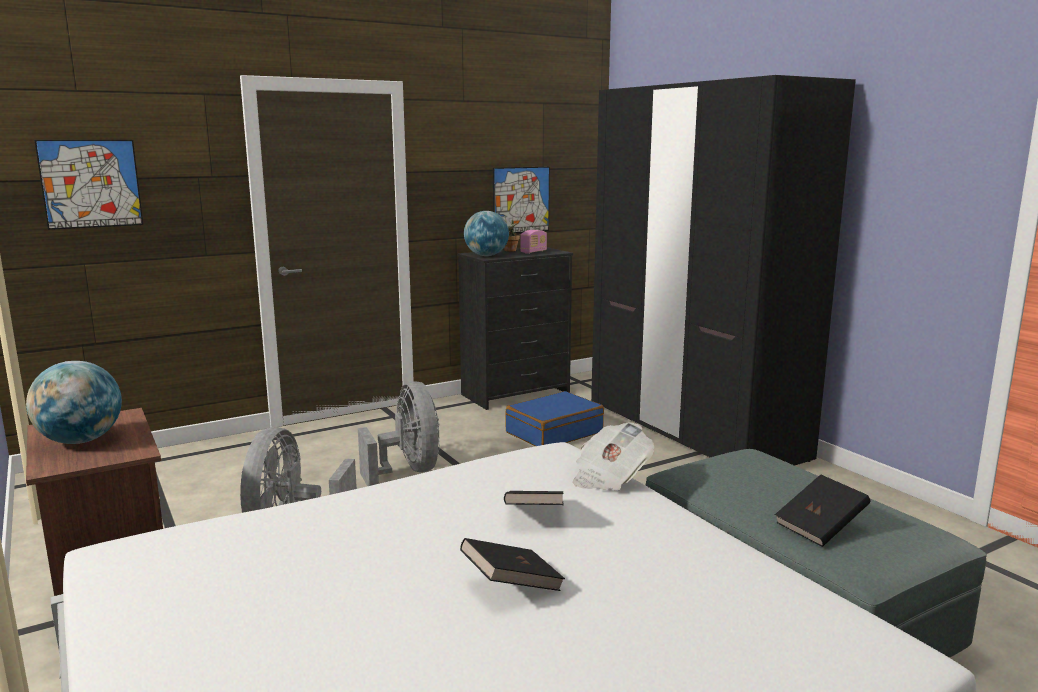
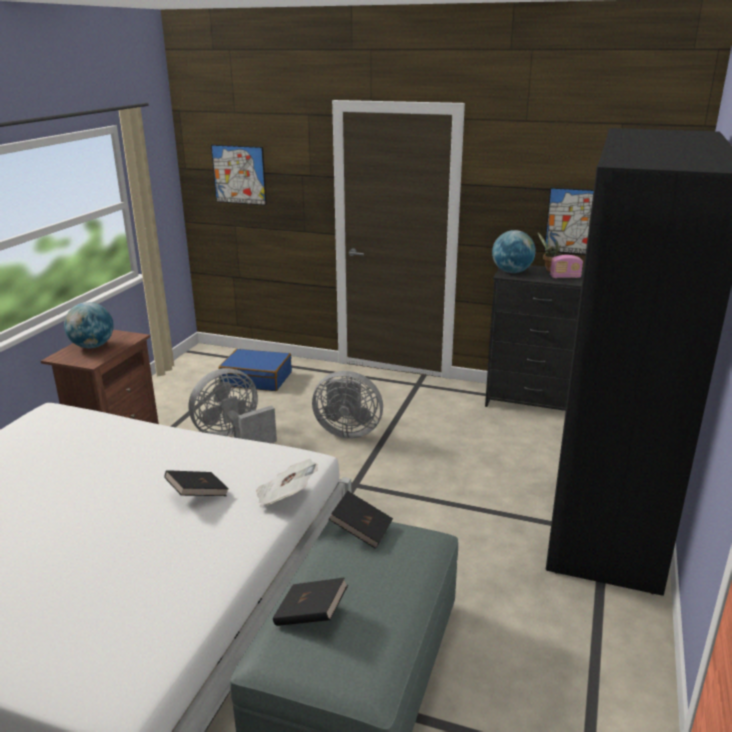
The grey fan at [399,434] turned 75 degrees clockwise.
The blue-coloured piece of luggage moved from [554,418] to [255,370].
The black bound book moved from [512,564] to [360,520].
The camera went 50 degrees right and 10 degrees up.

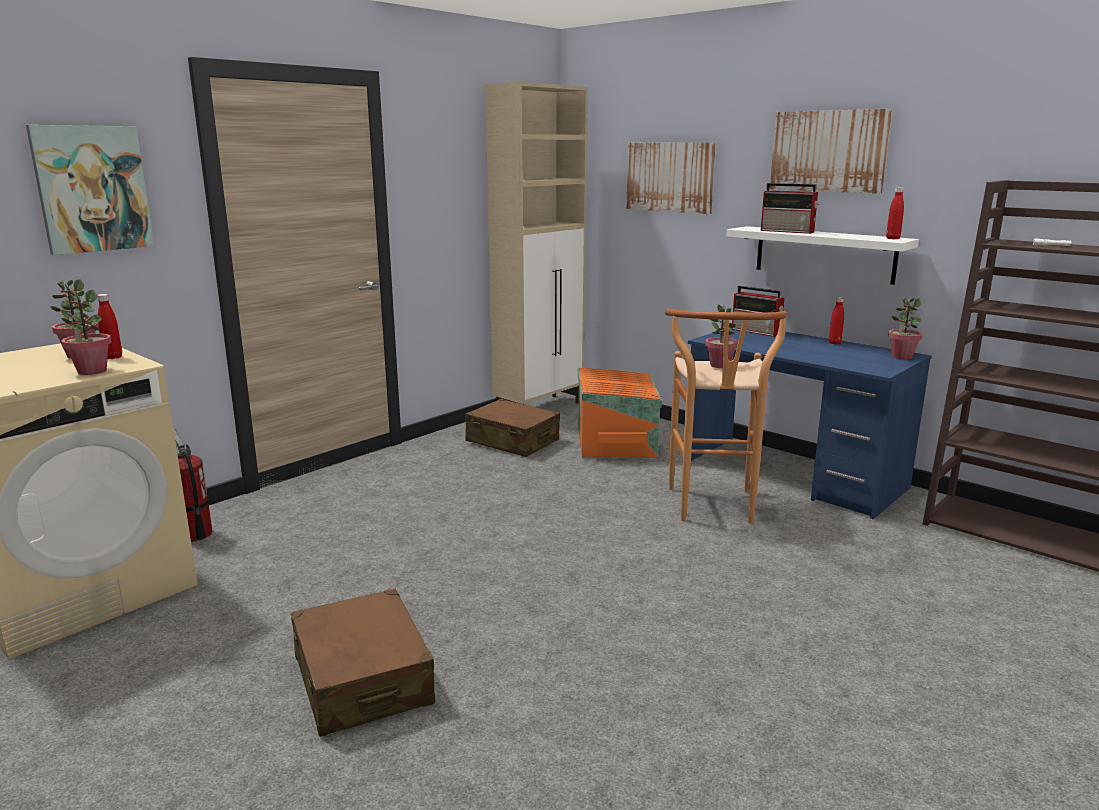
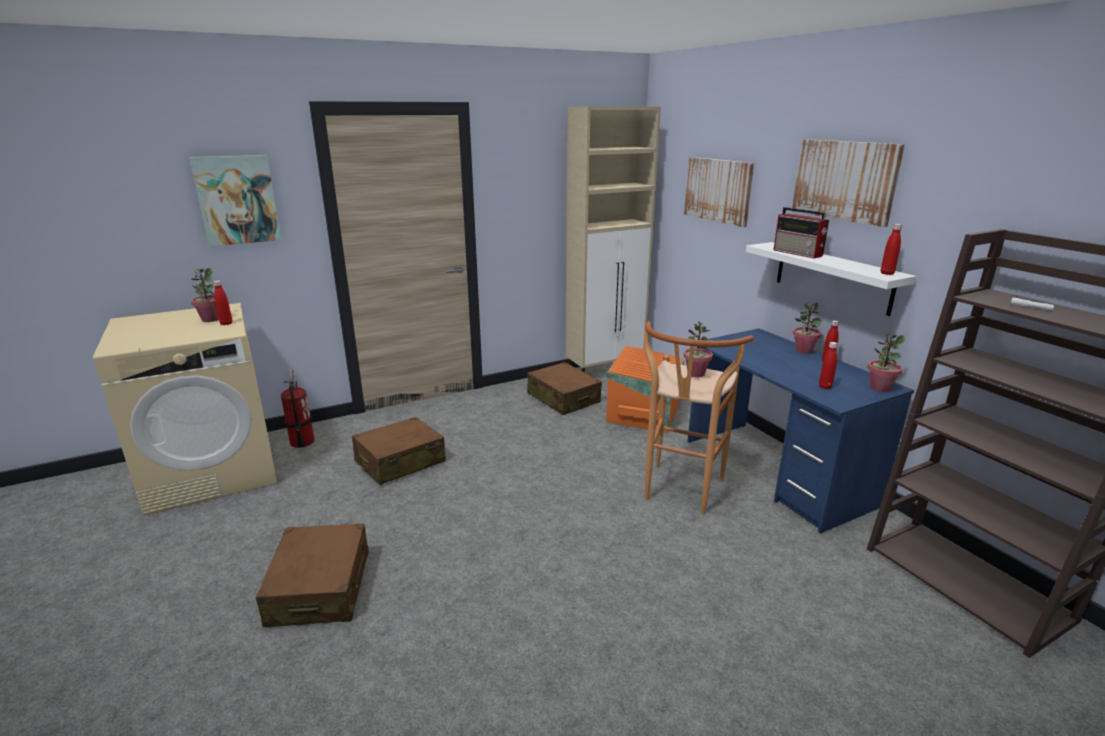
The radio at [758,311] disappeared.
The houseplant moved from [86,332] to [807,328].
The red beverage bottle at [828,365] appeared.
The brown piece of luggage at [399,451] appeared.
The camera went 20 degrees right and 5 degrees up.

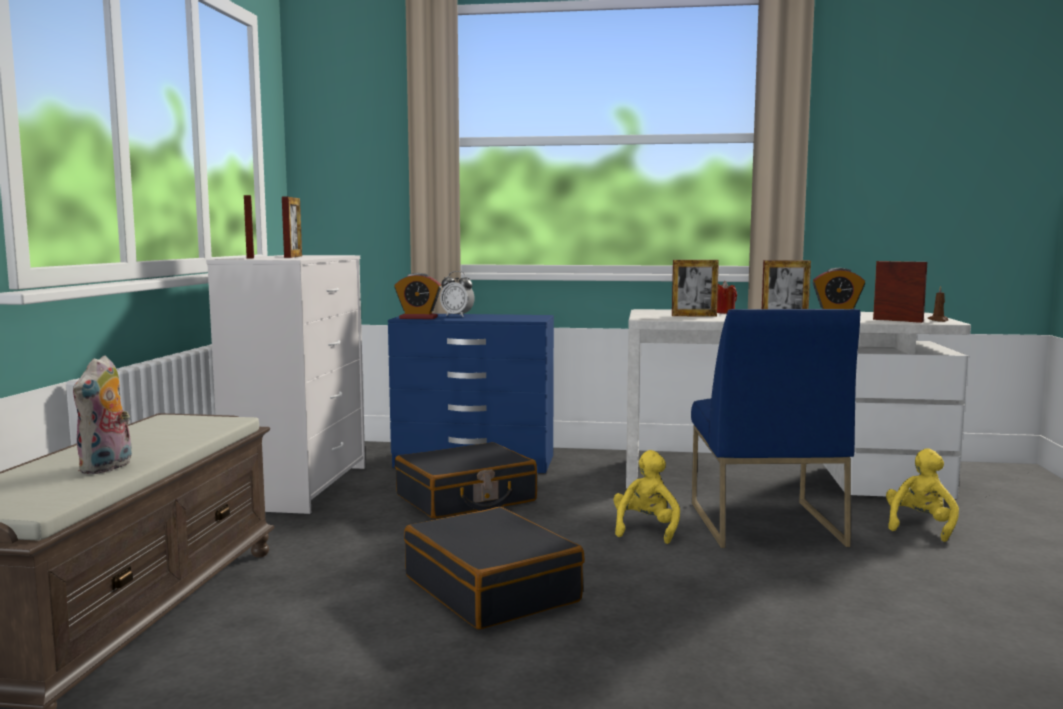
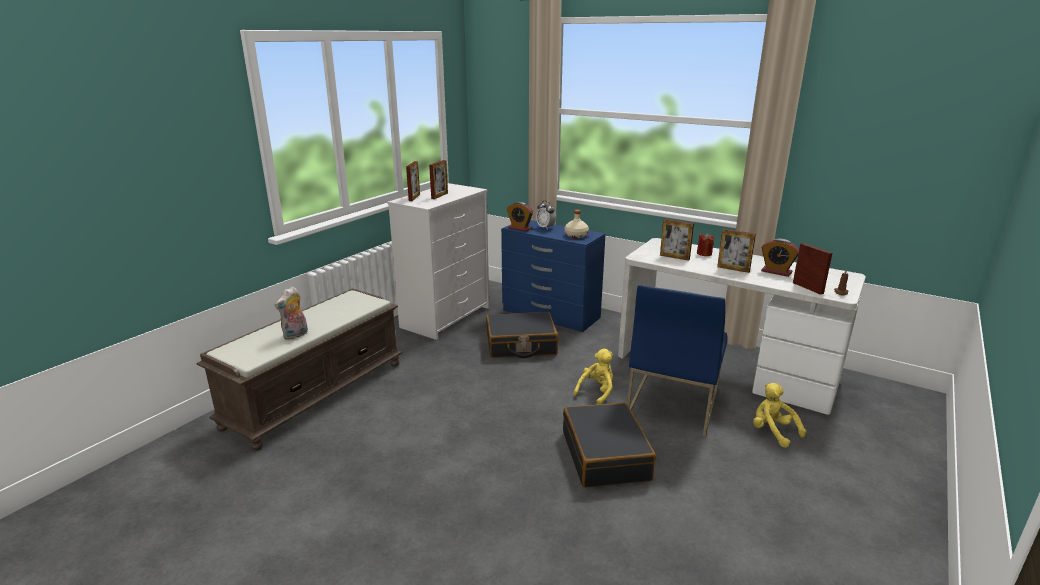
The yellow-coloured plush toy at [922,495] turned 90 degrees counterclockwise.
The black piece of luggage moved from [494,568] to [609,444].
The beige-coloured beverage bottle at [576,224] appeared.
The camera went 25 degrees right and 15 degrees up.

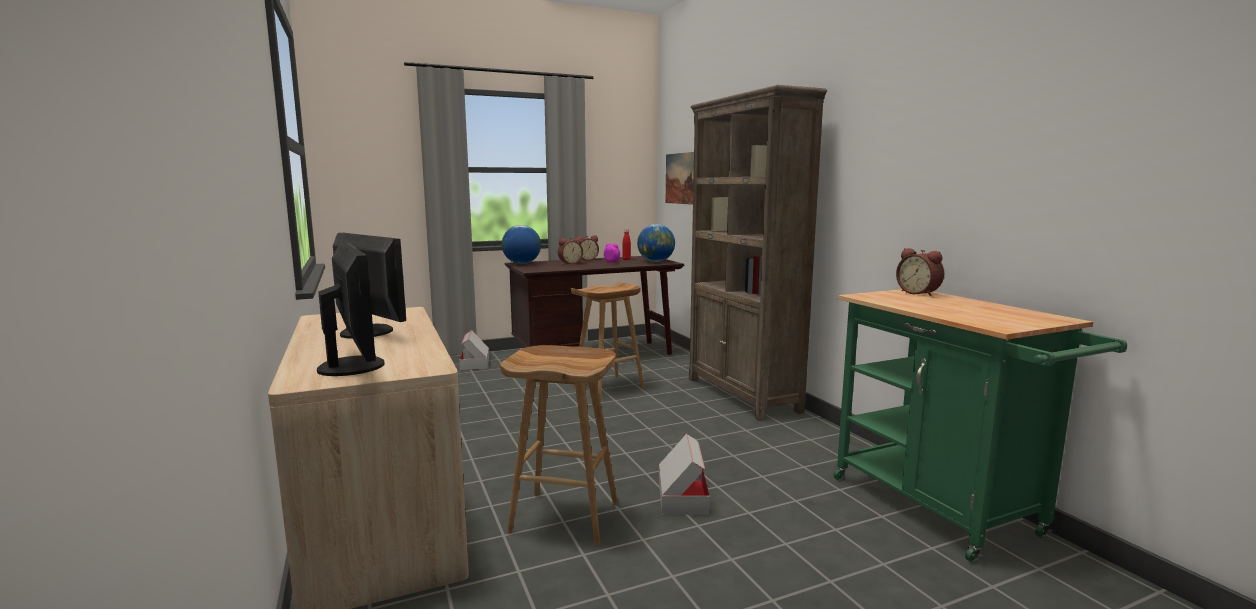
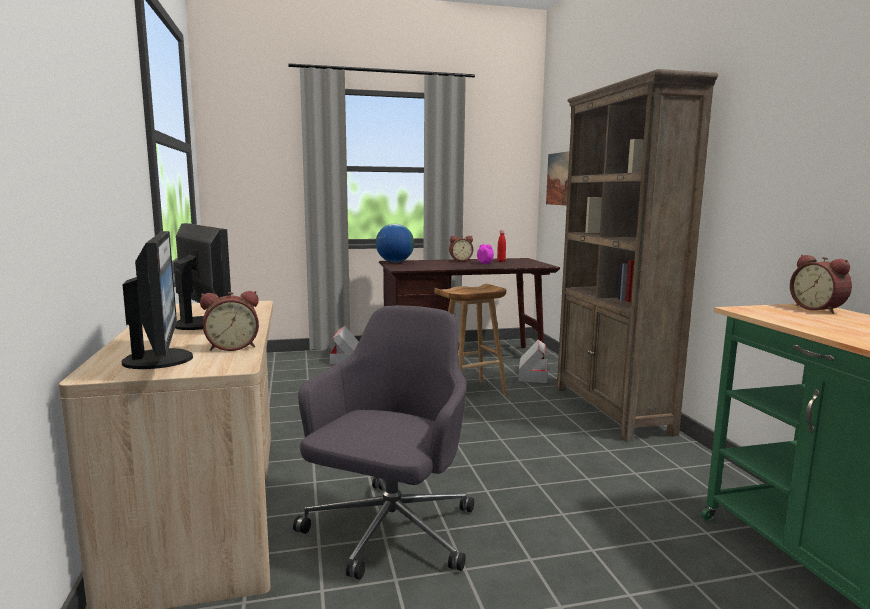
The desk globe at [656,243] disappeared.
The bedside clock moved from [570,251] to [229,321].
The brown stool seat at [559,445] was replaced by the grey computer chair at [383,442].
The carton moved from [684,474] to [533,361].
The camera went 10 degrees right and 0 degrees up.

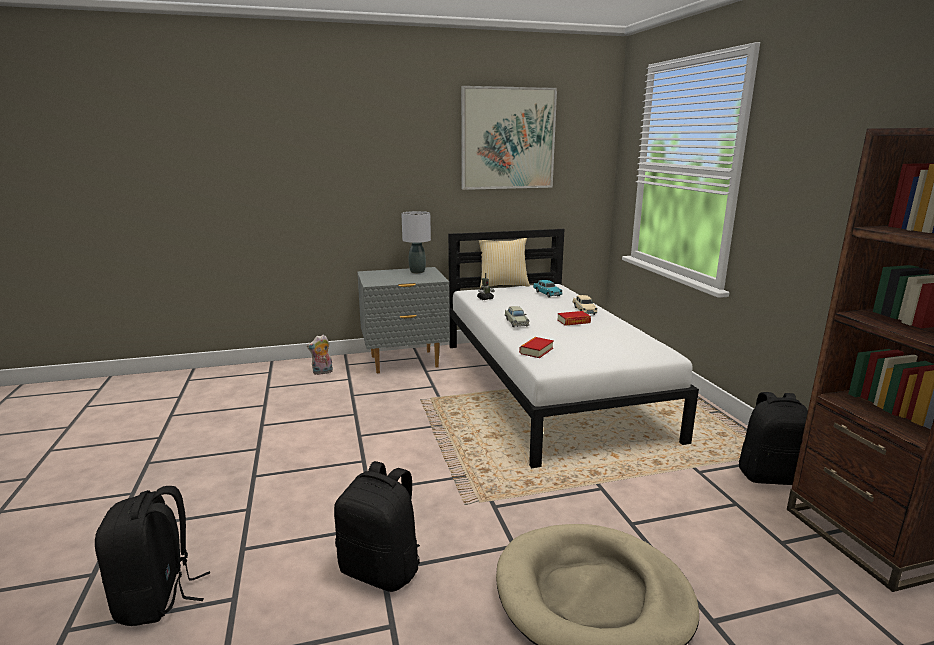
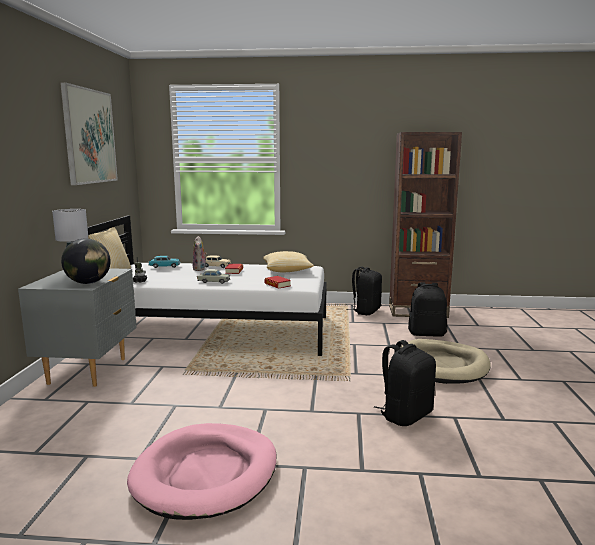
The plush toy moved from [320,355] to [200,253].
The black rucksack moved from [152,556] to [427,309].
The desk globe at [86,261] appeared.
The cushion at [288,261] appeared.
The pink-coloured pet bed at [201,471] appeared.
The camera went 70 degrees left and 5 degrees down.

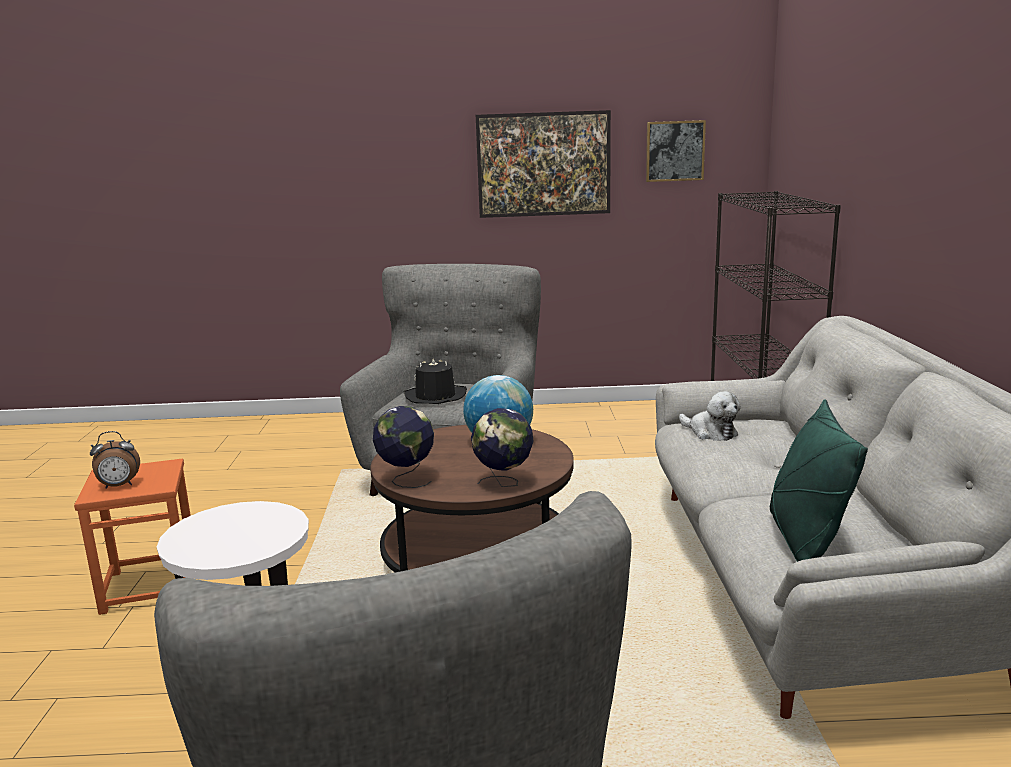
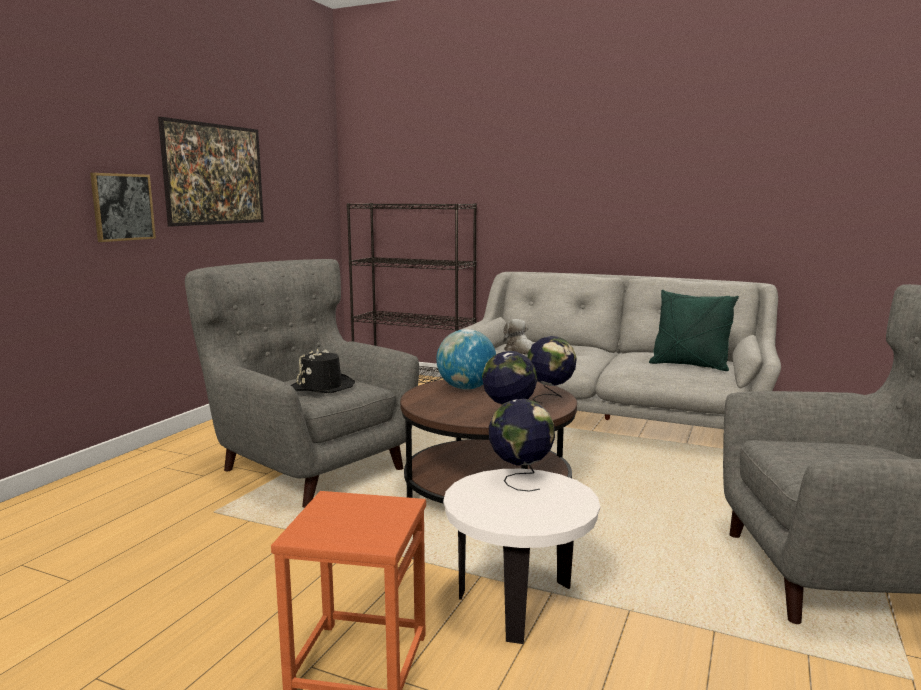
The wall art moved from [676,151] to [123,207].
The plush toy at [710,416] turned 105 degrees counterclockwise.
The bedside clock at [115,460] disappeared.
The desk globe at [522,445] appeared.
The camera went 65 degrees left and 5 degrees down.

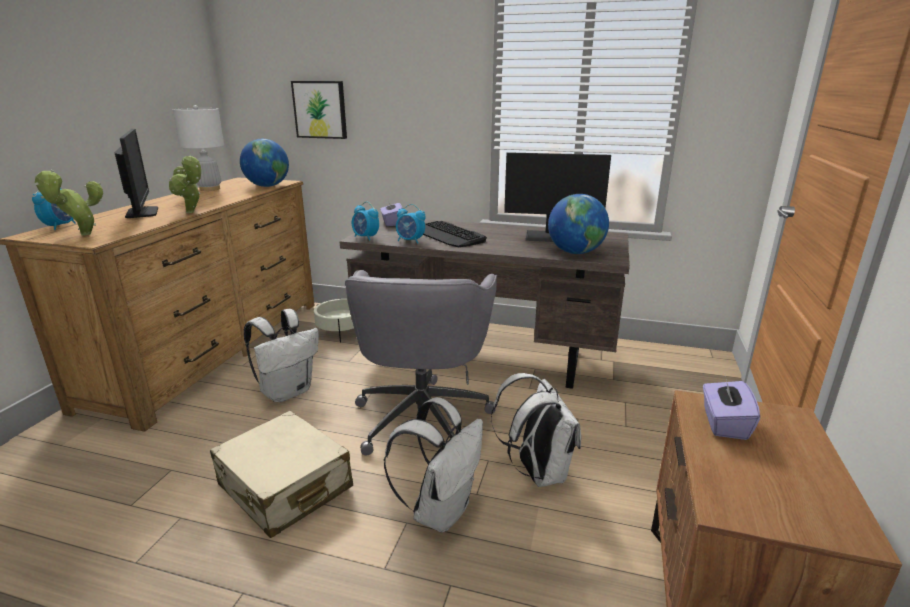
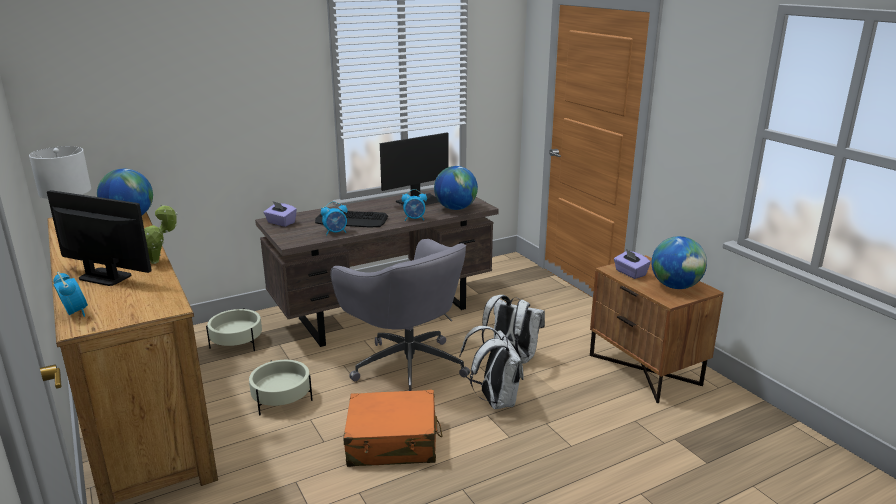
The wall art at [319,110] disappeared.
The houseplant at [69,202] disappeared.
The bedside clock moved from [365,221] to [414,205].
The whitish rucksack at [281,355] was replaced by the beige-coloured flower pot at [281,388].
The beige-coloured piece of luggage at [281,474] became the orangey piece of luggage at [392,428].
The desk globe at [679,262] appeared.
The camera went 45 degrees left and 0 degrees up.

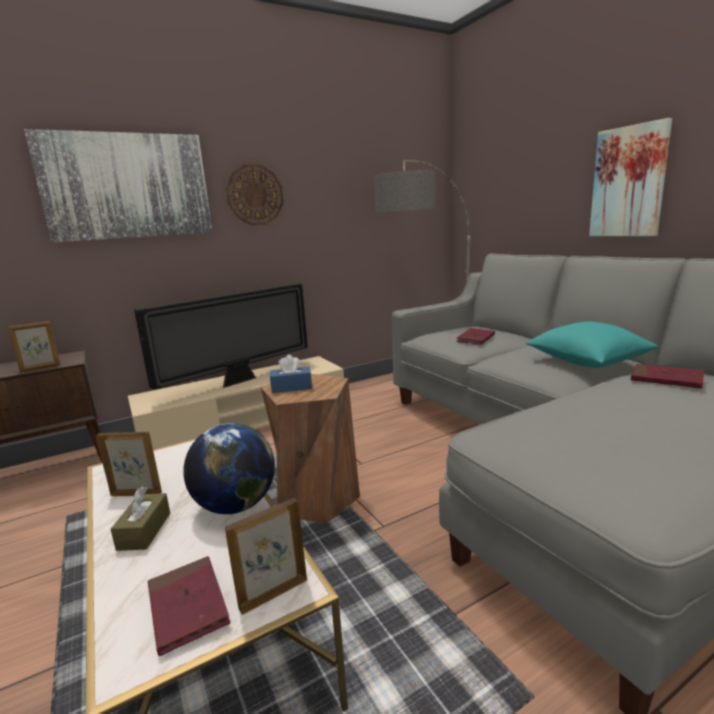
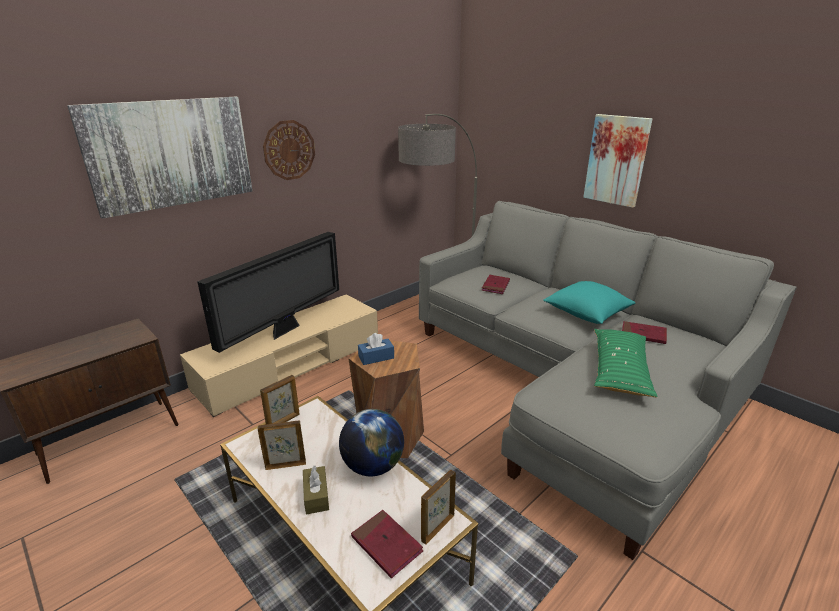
The photo frame moved from [34,346] to [280,399].
The greenish cushion at [625,363] appeared.
The camera went 15 degrees left and 10 degrees up.

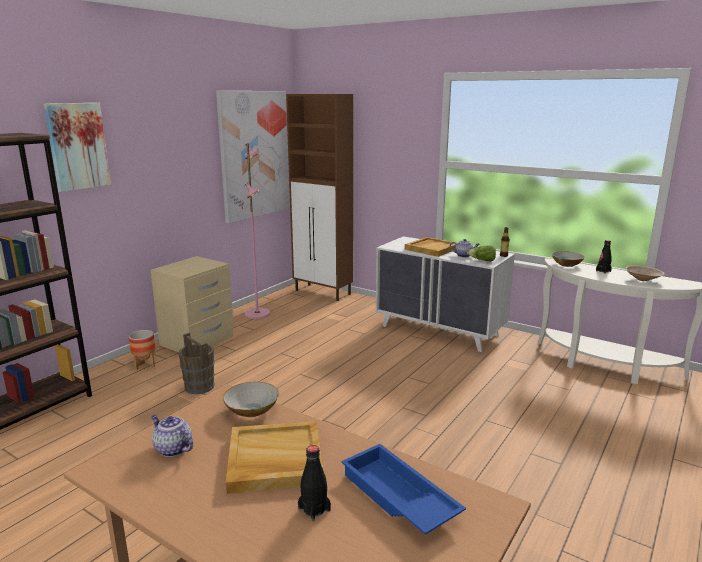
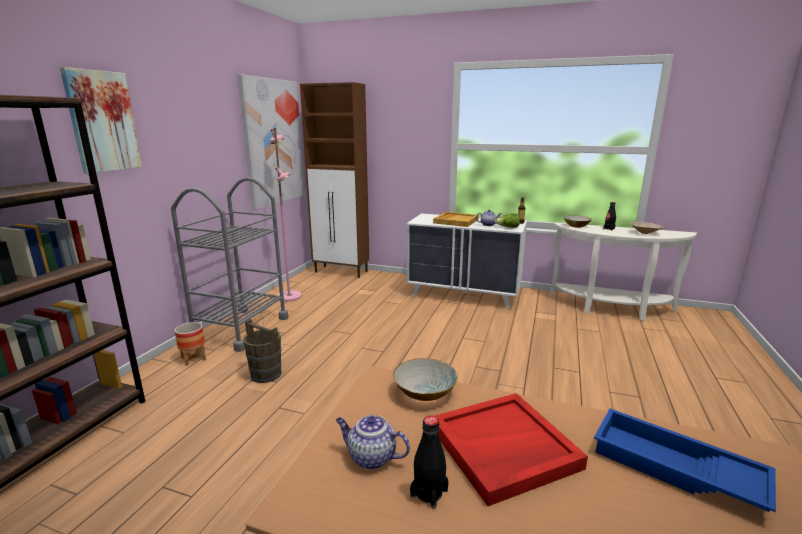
The beige-coloured bedside table at [192,304] was replaced by the grey trolley at [230,264].
The beige-coloured serving tray at [275,457] became the red serving tray at [511,449].
The black beverage bottle moved from [314,483] to [429,462].
The camera went 15 degrees left and 0 degrees up.

